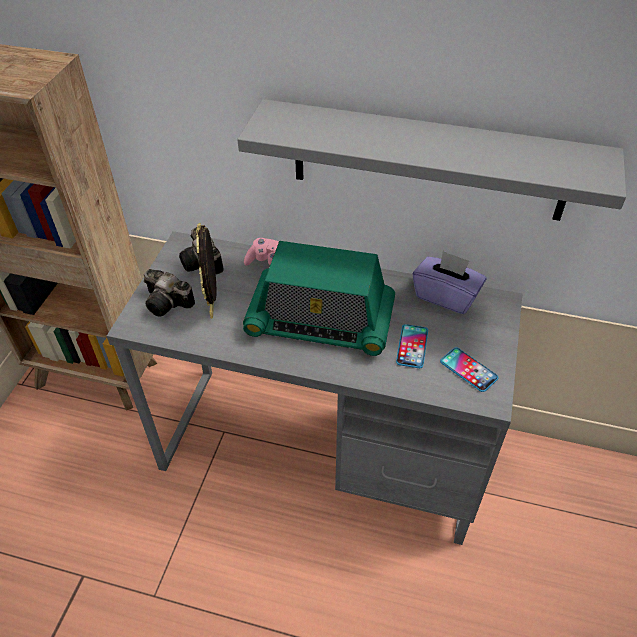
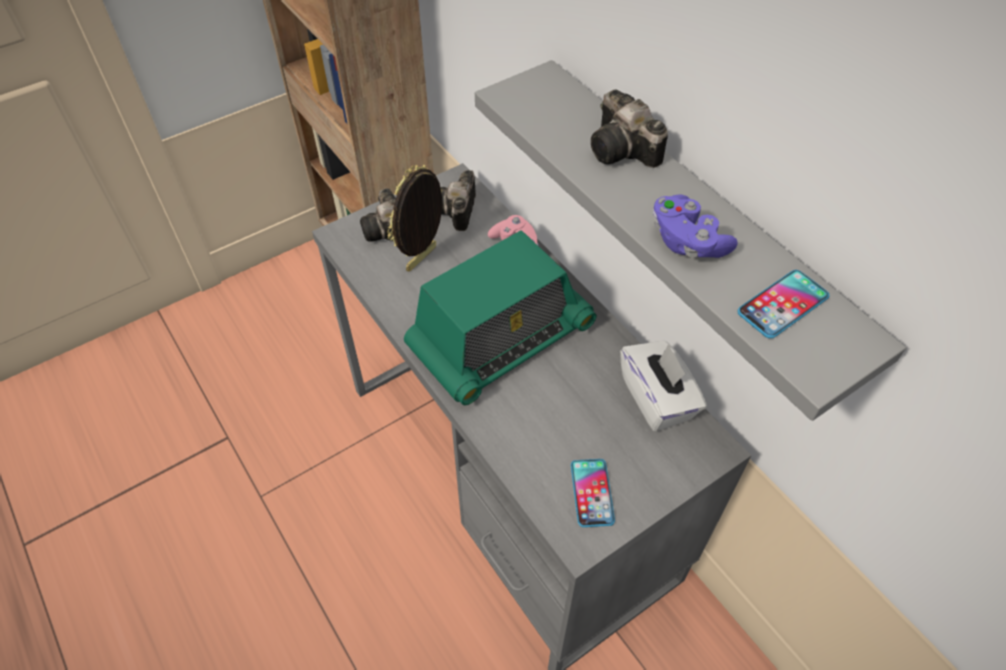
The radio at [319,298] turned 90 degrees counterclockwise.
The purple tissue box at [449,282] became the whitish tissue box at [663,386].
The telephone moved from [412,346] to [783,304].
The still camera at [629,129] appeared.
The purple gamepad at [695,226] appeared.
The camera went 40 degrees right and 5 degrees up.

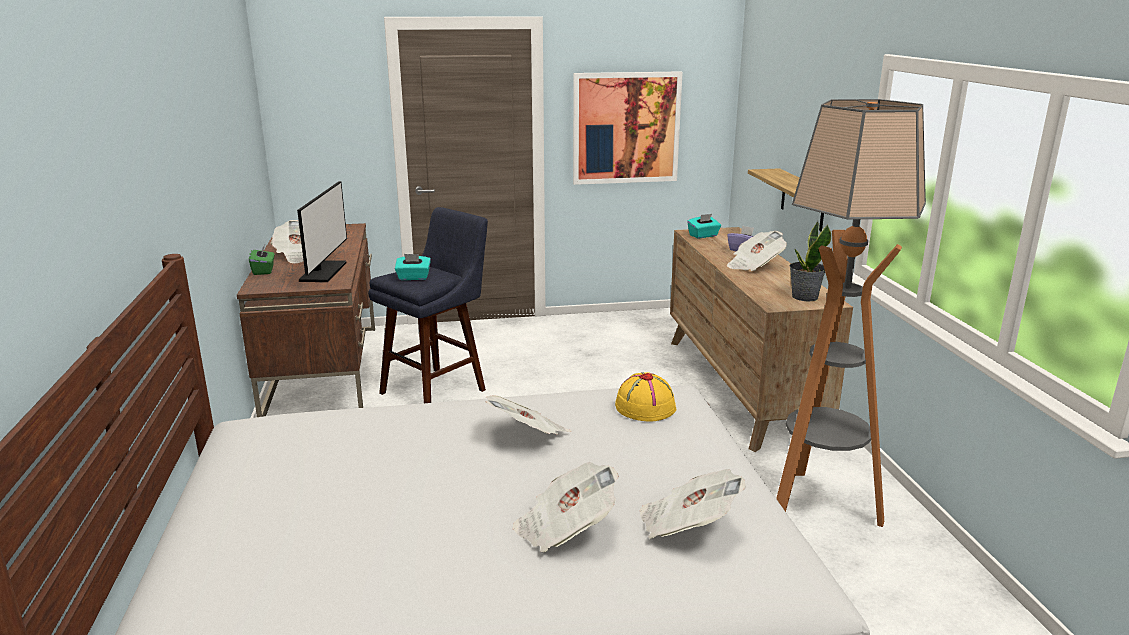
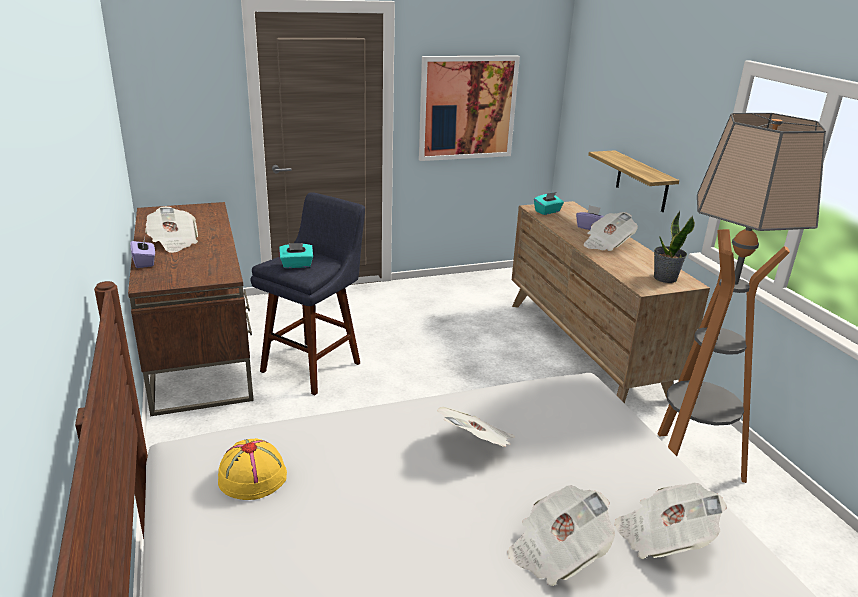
The computer display at [322,231] disappeared.
The greenish tissue box at [262,259] became the purple tissue box at [142,252].
The yellow-coloured clothing hat moved from [645,397] to [252,469].
The camera went 10 degrees left and 5 degrees up.

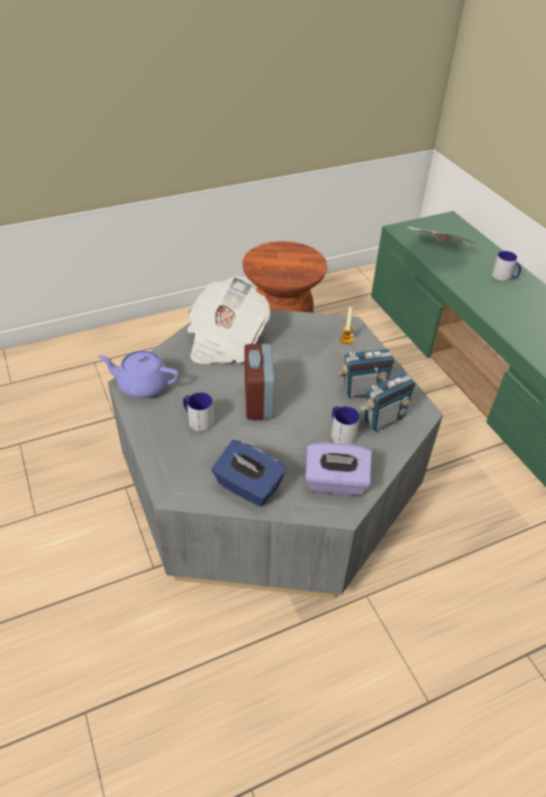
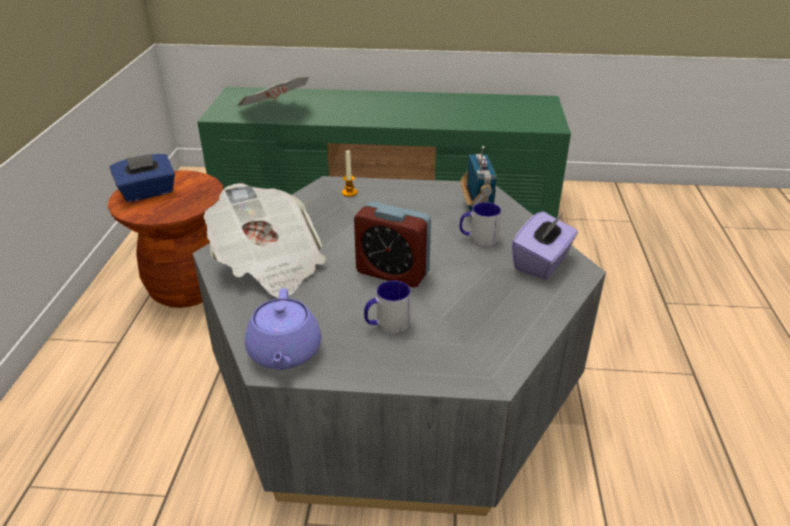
The tea mug at [506,266] disappeared.
The radio at [367,366] disappeared.
The purple teapot at [138,374] turned 45 degrees counterclockwise.
The blue-coloured tissue box moved from [249,473] to [142,178].
The camera went 60 degrees left and 10 degrees down.

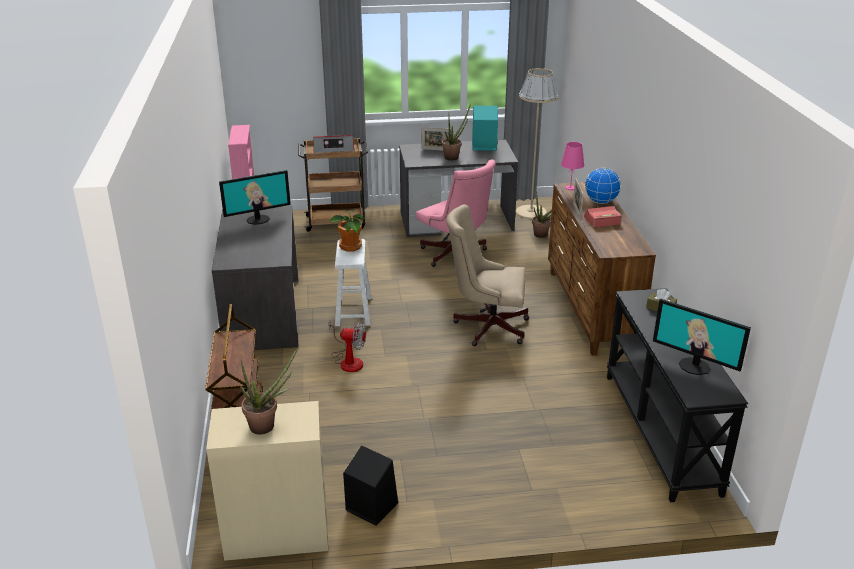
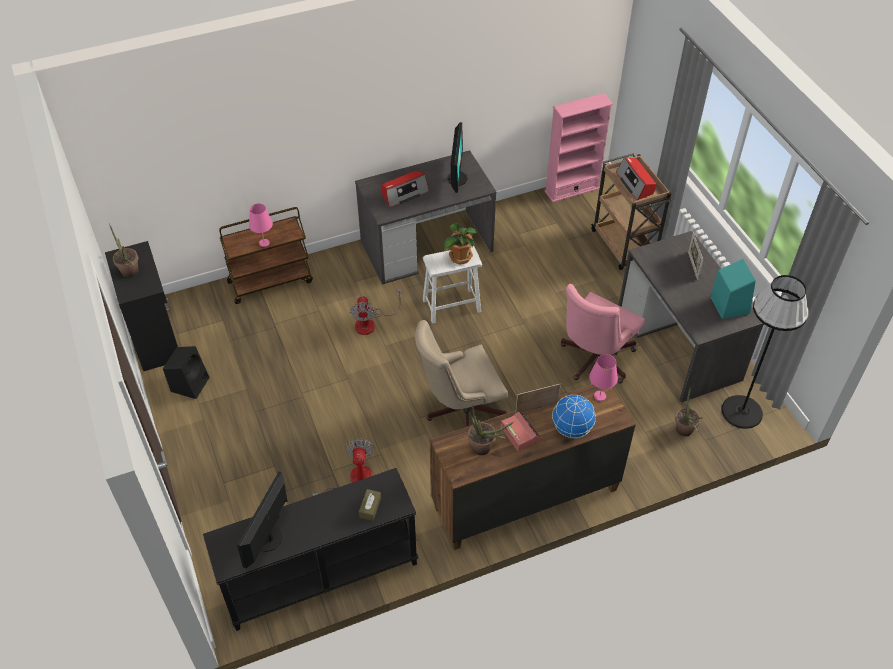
The beige-coloured floor lamp at [537,143] became the black floor lamp at [765,352].
The houseplant moved from [456,132] to [491,430].
The computer display at [255,197] turned 135 degrees counterclockwise.
The beige-coloured computer chair at [487,275] turned 105 degrees counterclockwise.
The beige-coloured cupboard at [267,481] became the black cupboard at [141,306].
The radio at [405,189] appeared.
The pink-coloured table lamp at [261,225] appeared.
The fan at [343,467] appeared.
The camera went 75 degrees right and 20 degrees up.

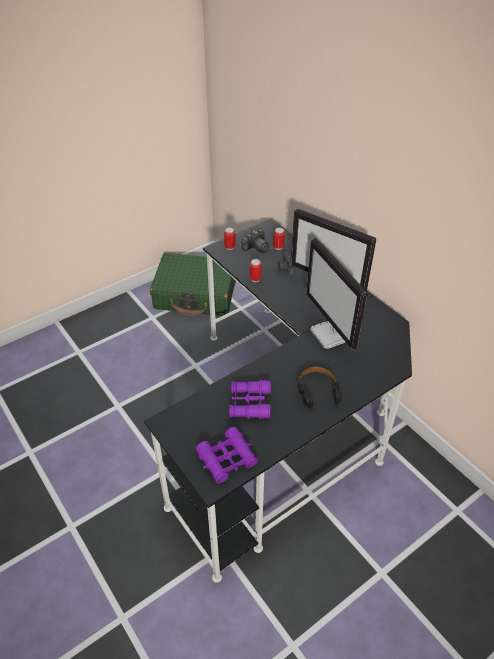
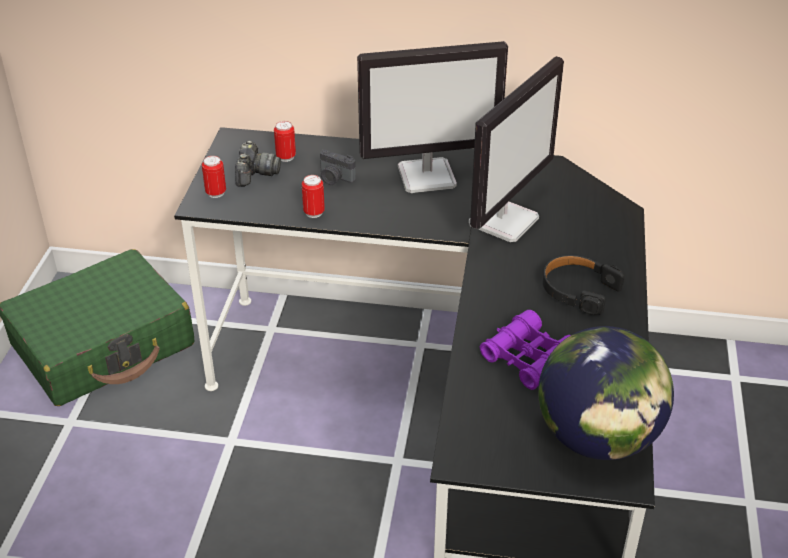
The computer display at [337,294] turned 75 degrees counterclockwise.
The purple pair of binoculars at [227,455] was replaced by the desk globe at [606,393].
The camera went 45 degrees left and 5 degrees down.

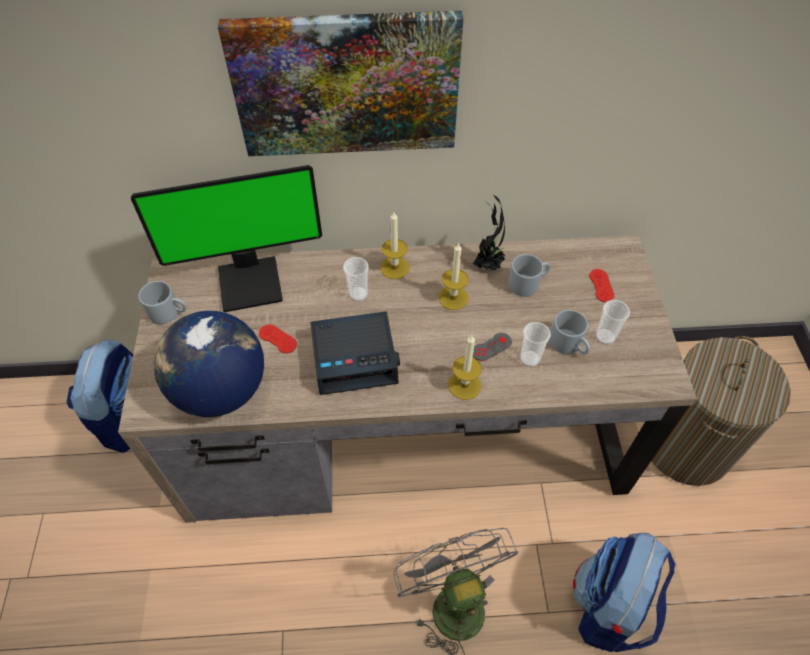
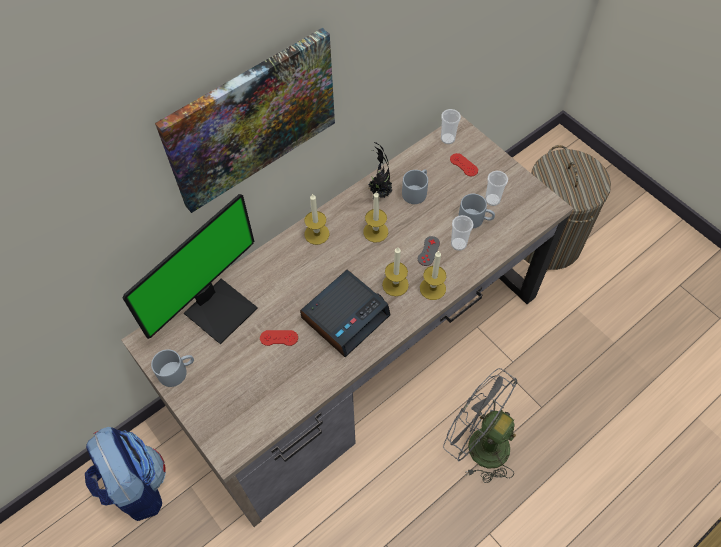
The drinking cup moved from [356,279] to [451,126].
The desk globe at [209,364] disappeared.
The rucksack at [624,592] disappeared.
The wax candle at [395,271] appeared.
The camera went 35 degrees left and 5 degrees up.

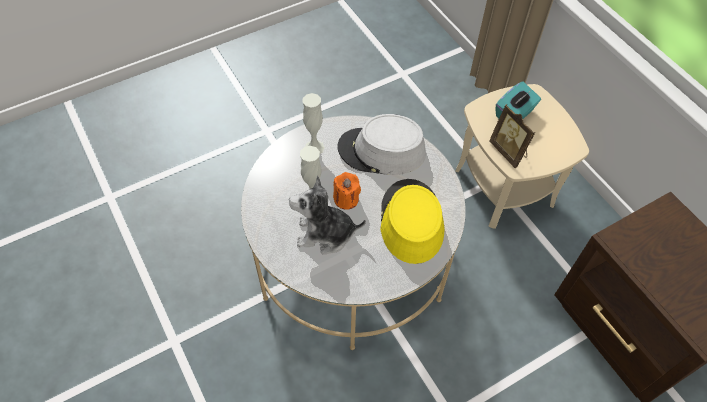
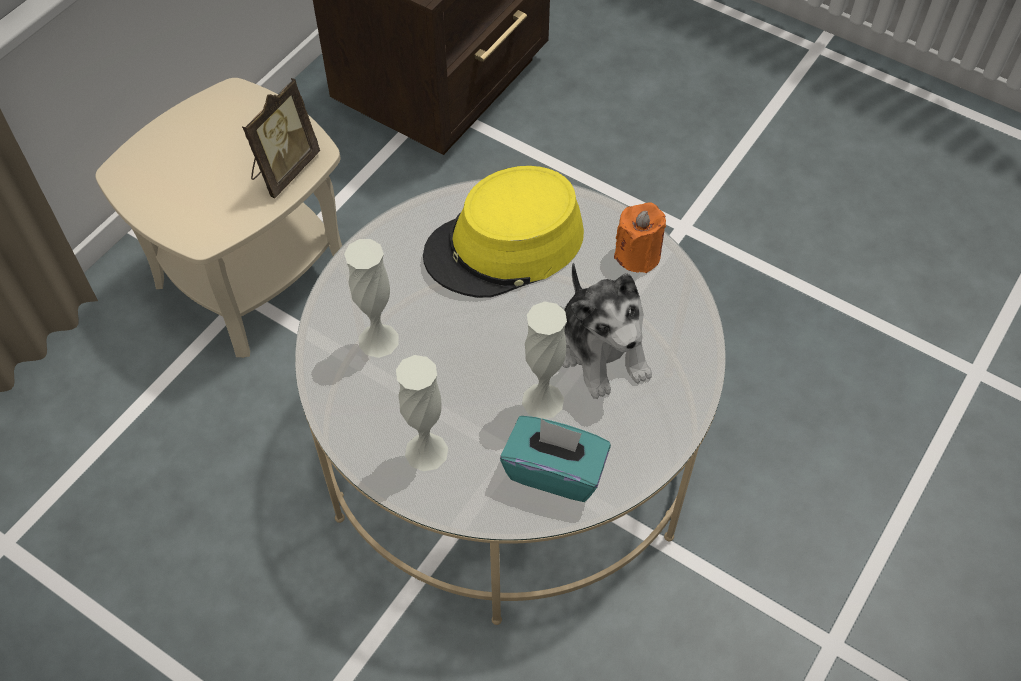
The blue-green tissue box moved from [518,100] to [555,459].
The grey clothing hat at [381,144] was replaced by the whitish decorative vase at [371,298].
The orangey wax candle moved from [347,191] to [640,237].
The camera went 115 degrees left and 0 degrees up.

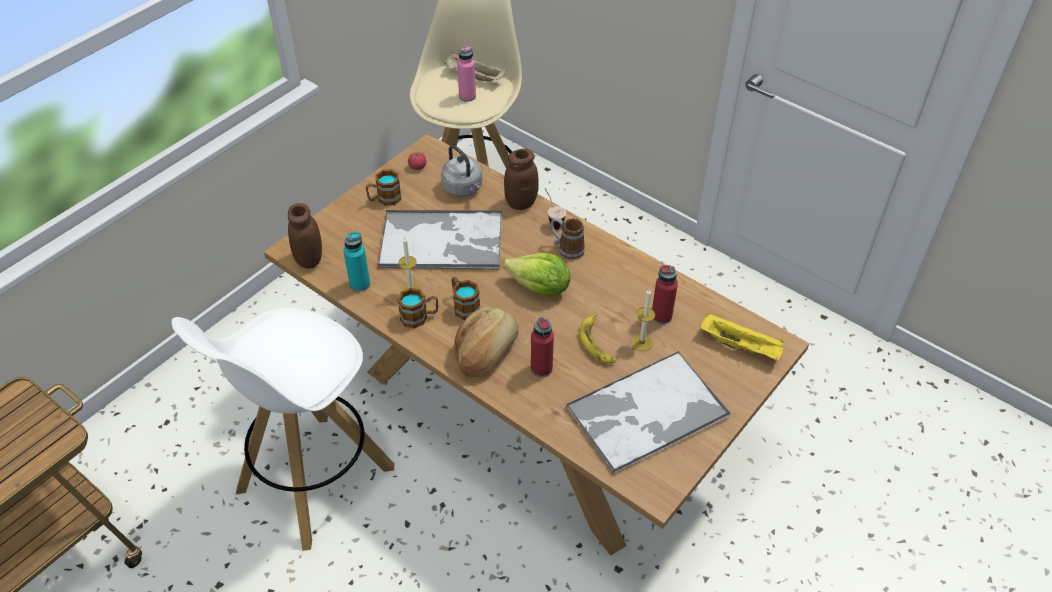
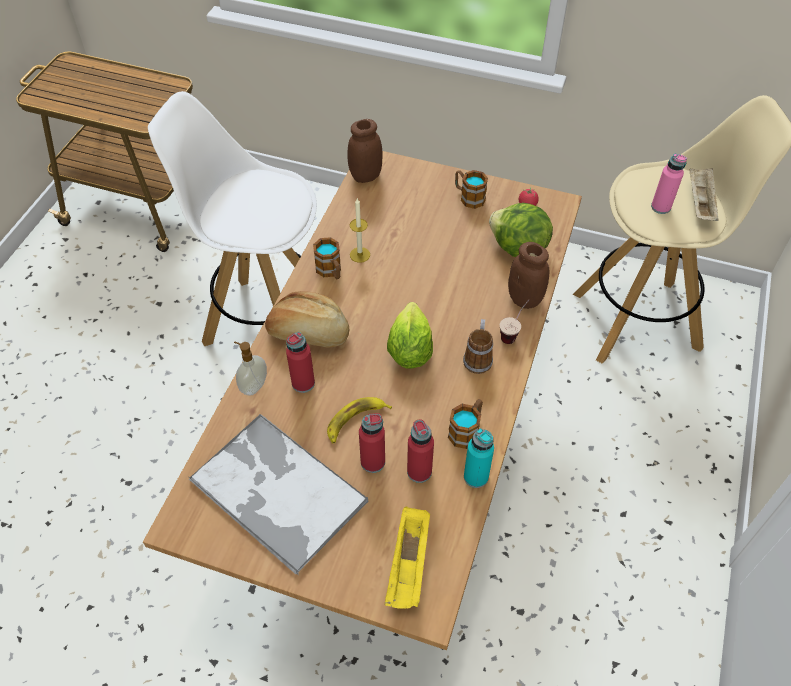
The grey tea kettle at [461,171] was replaced by the lettuce at [521,230].
The serving tray at [440,240] disappeared.
The blue-green beverage bottle moved from [356,261] to [479,458].
The tea mug moved from [465,298] to [465,424].
The wax candle at [643,319] was replaced by the red beverage bottle at [372,443].
The liquid soap bottle at [250,369] appeared.
The camera went 70 degrees right and 5 degrees up.

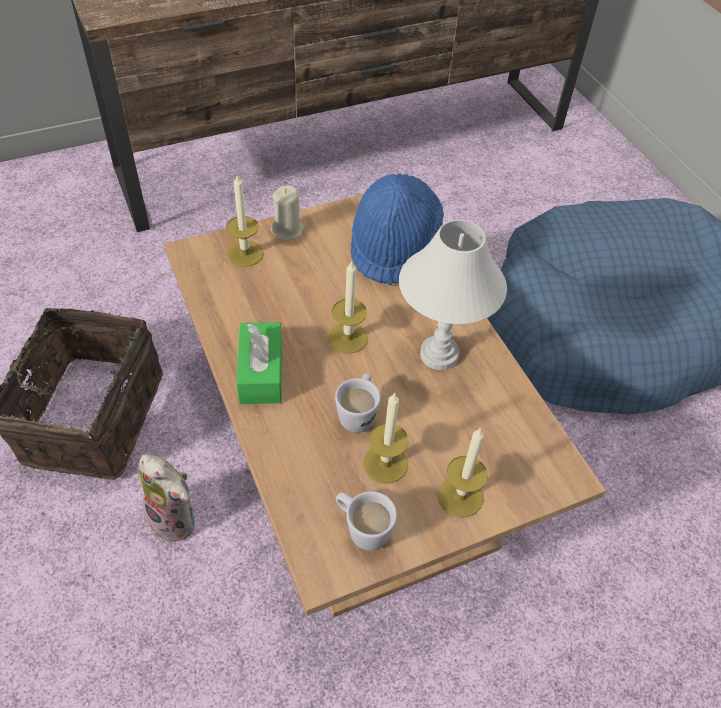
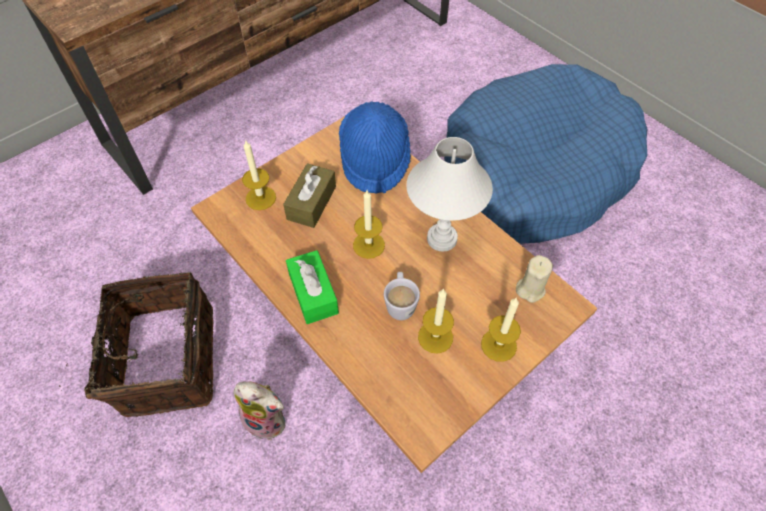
The beige-coloured wax candle moved from [287,213] to [534,279].
The whitish tea mug at [366,521] disappeared.
The brown tissue box at [309,195] appeared.
The camera went 15 degrees left and 5 degrees up.

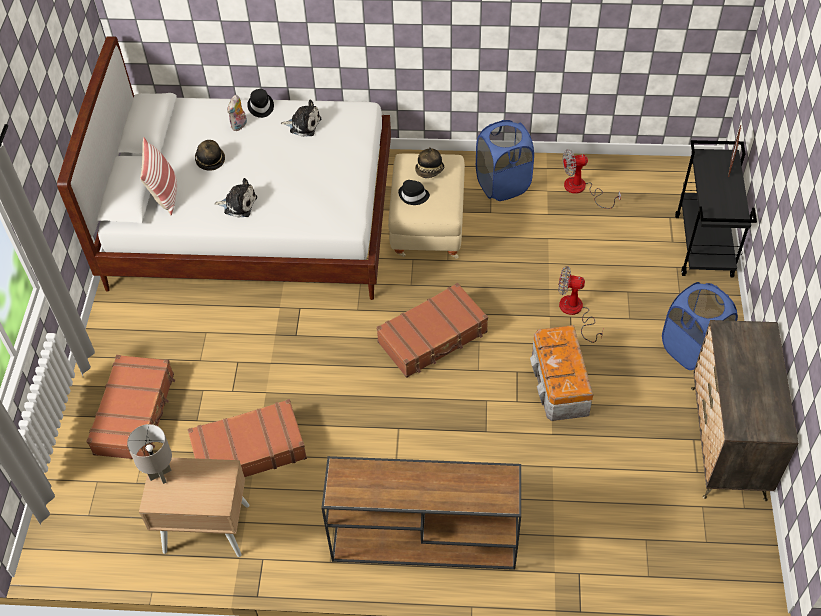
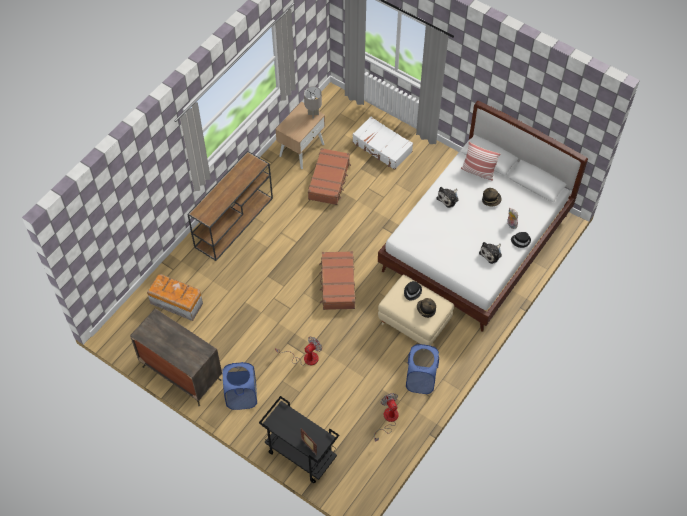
The fan at [592,179] turned 45 degrees counterclockwise.
The storage box moved from [561,373] to [175,297].
The brown piece of luggage at [130,407] became the whitish piece of luggage at [383,143].
The camera went 120 degrees right and 5 degrees up.

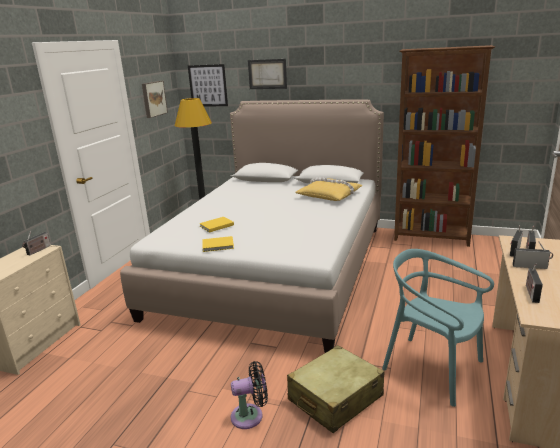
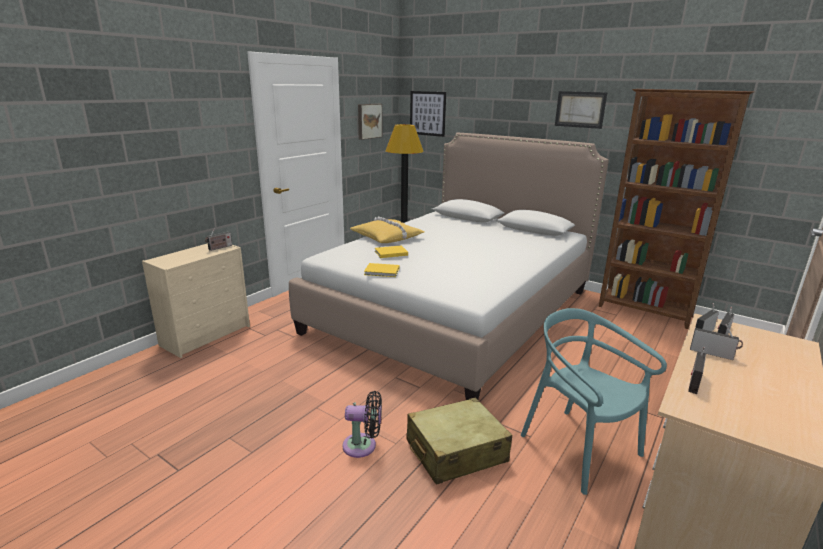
The wall art moved from [267,74] to [581,110].
The yellow-coloured cushion moved from [329,189] to [387,230].
The camera went 15 degrees right and 0 degrees up.

